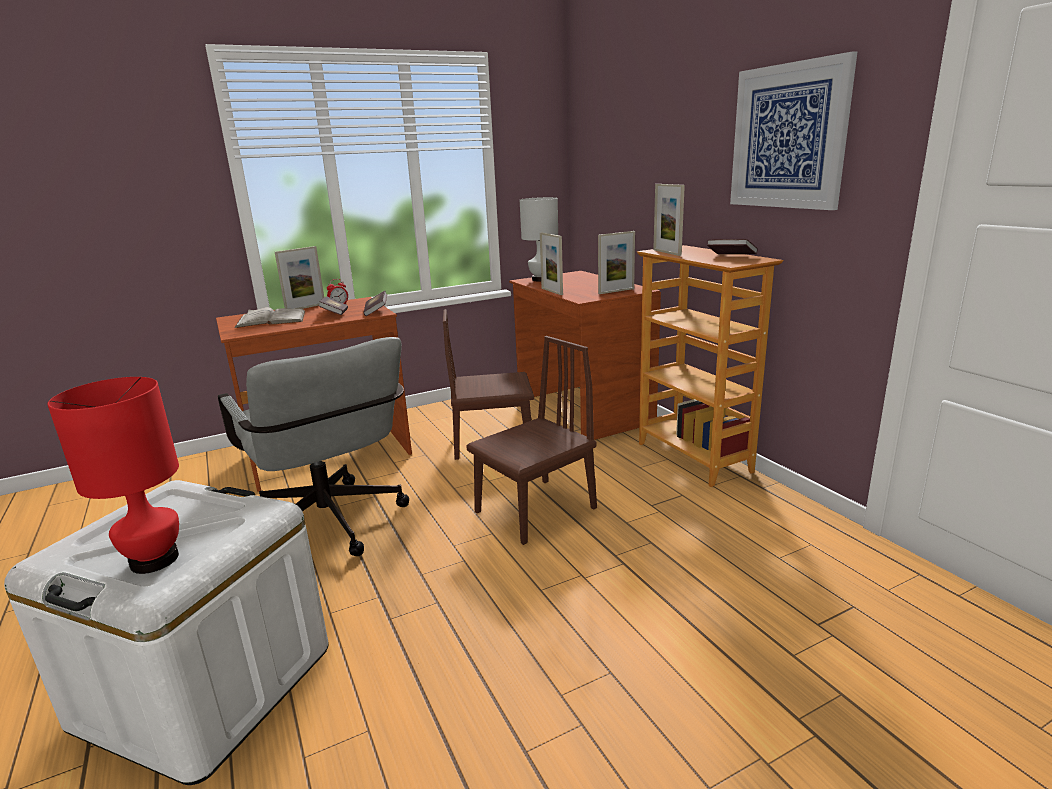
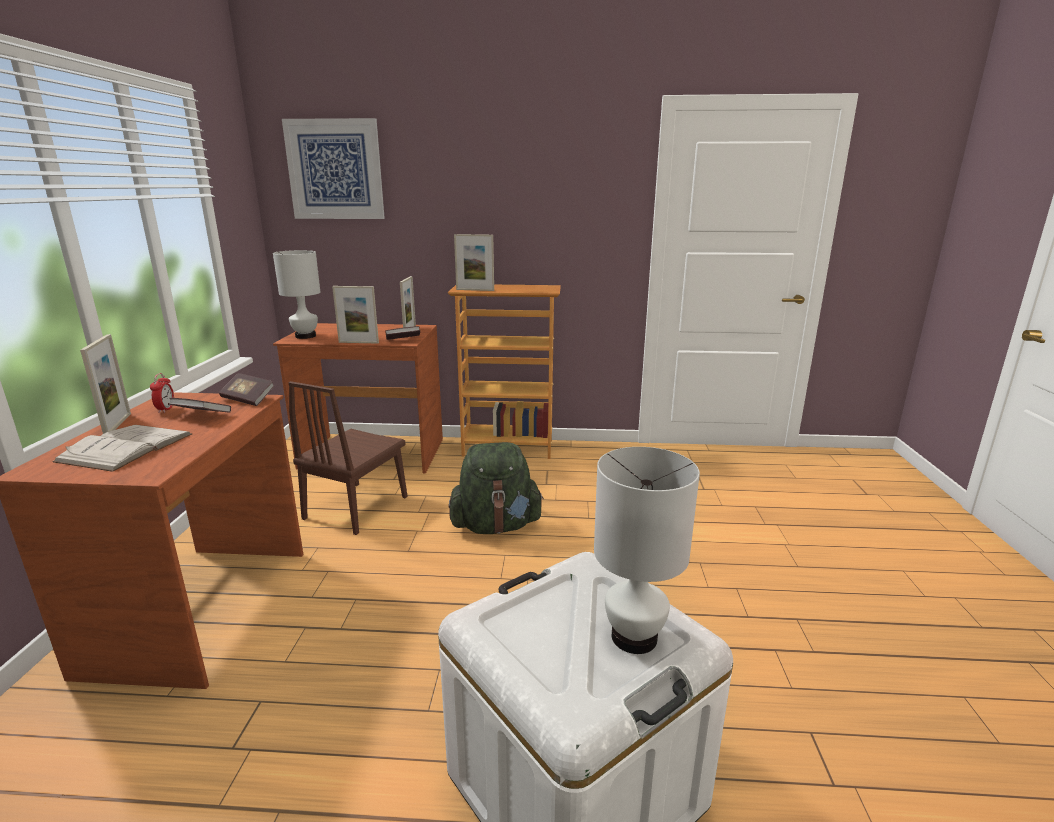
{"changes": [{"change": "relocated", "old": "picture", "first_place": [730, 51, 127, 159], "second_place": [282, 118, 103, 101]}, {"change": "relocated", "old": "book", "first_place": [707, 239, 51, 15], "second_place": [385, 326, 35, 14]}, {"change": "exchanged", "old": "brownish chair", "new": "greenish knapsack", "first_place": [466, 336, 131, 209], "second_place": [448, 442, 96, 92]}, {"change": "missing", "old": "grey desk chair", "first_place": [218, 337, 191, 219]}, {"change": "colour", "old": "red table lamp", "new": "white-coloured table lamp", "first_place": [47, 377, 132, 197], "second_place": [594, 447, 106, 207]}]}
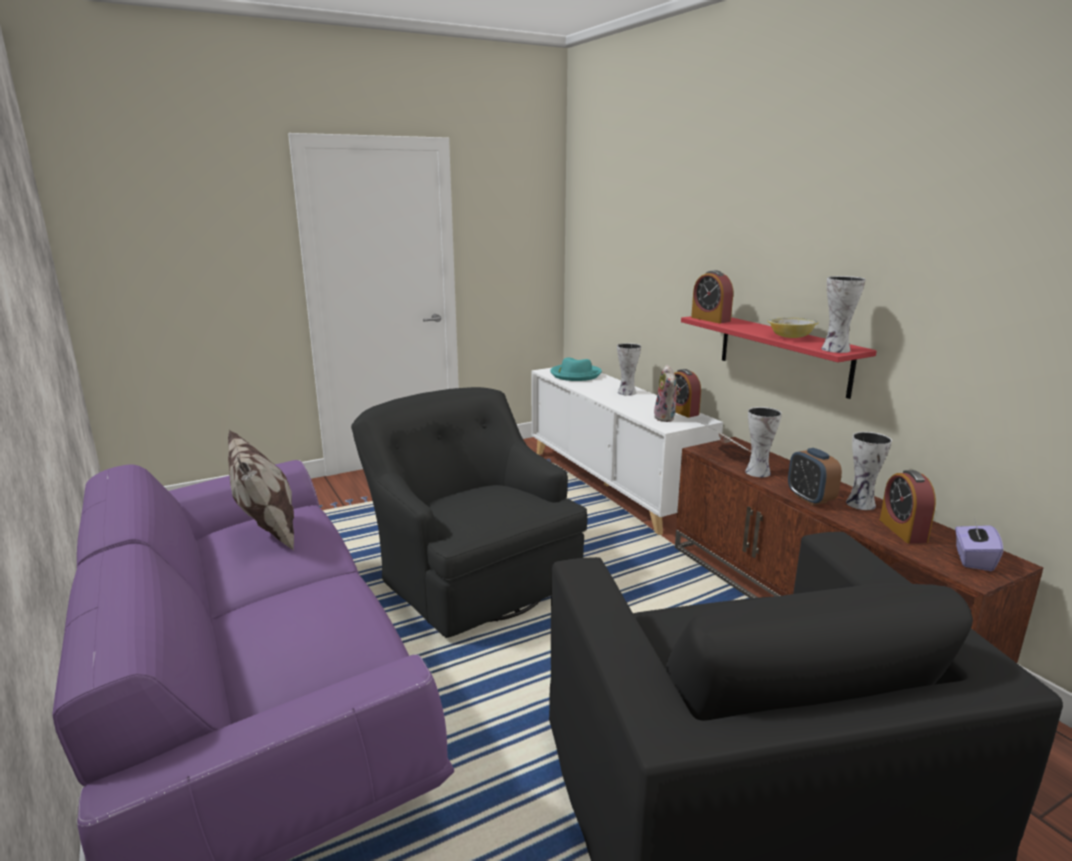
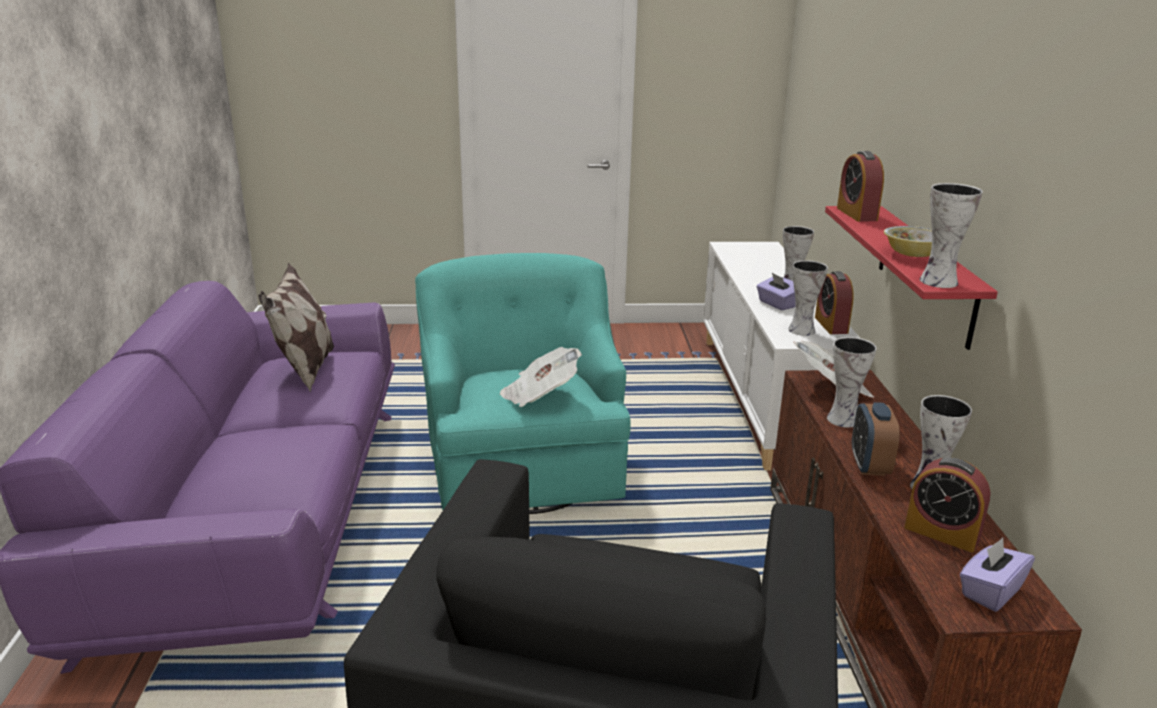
{"changes": [{"change": "missing", "old": "turquoise-coloured hat", "first_place": [550, 358, 52, 23]}, {"change": "exchanged", "old": "cuddly toy", "new": "vase", "first_place": [654, 365, 26, 57], "second_place": [788, 260, 40, 76]}, {"change": "colour", "old": "blackish lounge chair", "new": "turquoise-coloured lounge chair", "first_place": [351, 387, 236, 251], "second_place": [415, 253, 216, 261]}, {"change": "spun", "old": "bedside clock", "first_place": [880, 470, 56, 73], "second_place": [904, 457, 87, 95], "degrees": -75}, {"change": "appeared", "new": "purple-coloured tissue box", "second_place": [756, 273, 40, 37]}, {"change": "appeared", "new": "newspaper", "second_place": [500, 347, 82, 60]}]}
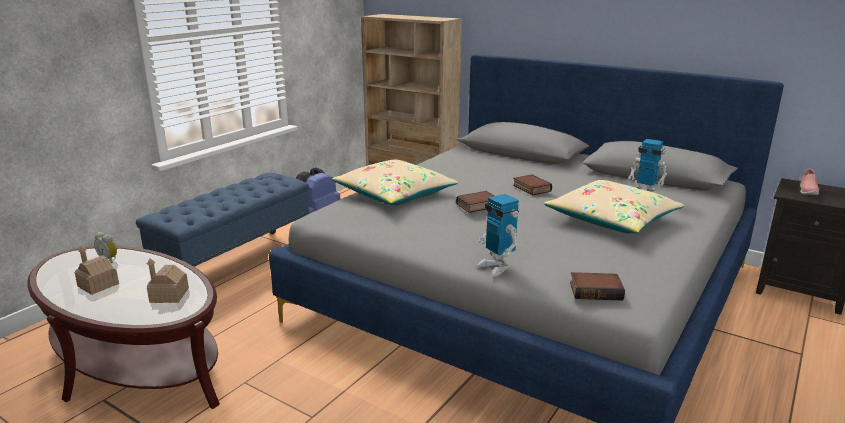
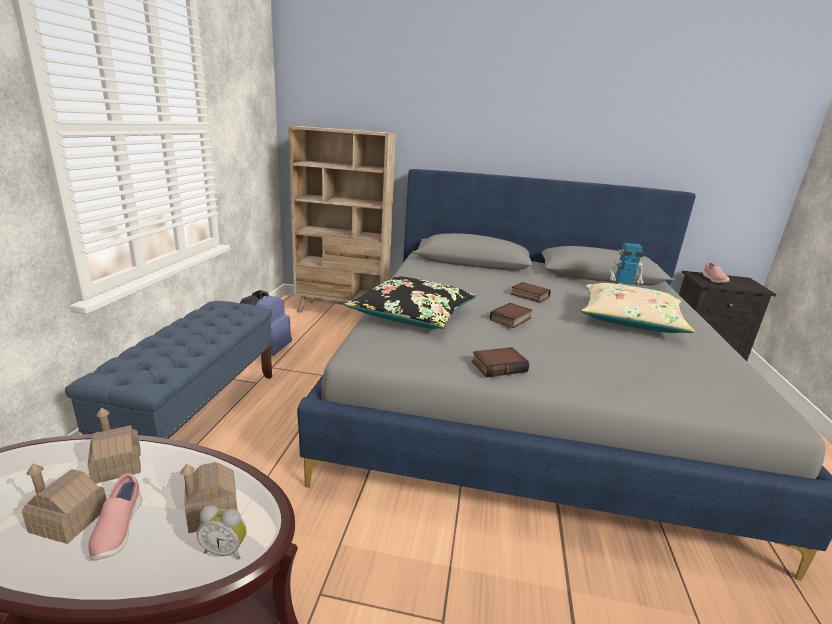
{"changes": [{"change": "colour", "old": "beige-coloured throw pillow", "new": "blackish throw pillow", "first_place": [332, 160, 126, 45], "second_place": [344, 276, 133, 53]}, {"change": "missing", "old": "model robot", "first_place": [477, 194, 42, 82]}, {"change": "relocated", "old": "bedside clock", "first_place": [94, 232, 23, 31], "second_place": [197, 505, 50, 54]}, {"change": "relocated", "old": "book", "first_place": [570, 272, 55, 29], "second_place": [472, 347, 57, 30]}, {"change": "appeared", "new": "model house", "second_place": [87, 407, 54, 77]}, {"change": "appeared", "new": "pink shoe", "second_place": [88, 473, 54, 87]}]}
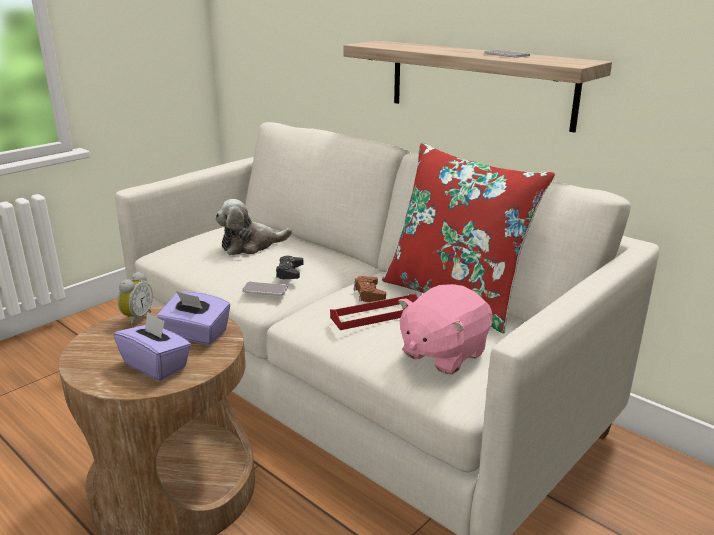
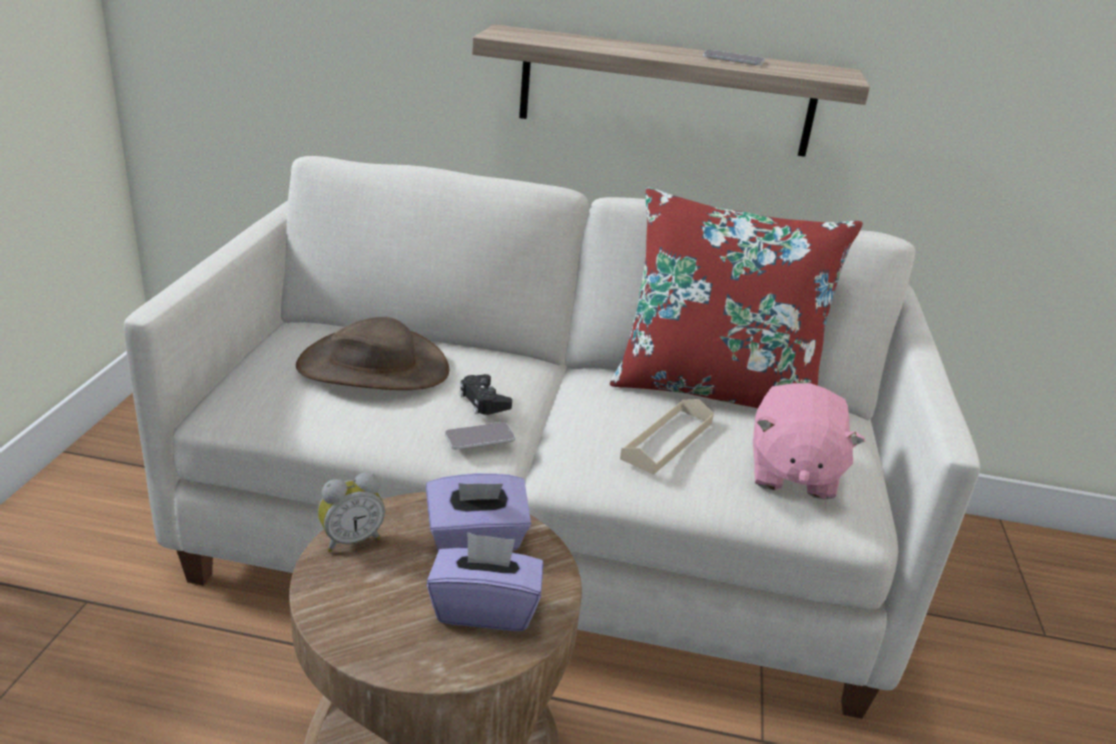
{"changes": [{"change": "exchanged", "old": "cuddly toy", "new": "brownish hat", "first_place": [215, 199, 77, 56], "second_place": [296, 317, 154, 73]}, {"change": "spun", "old": "bedside clock", "first_place": [118, 271, 35, 55], "second_place": [318, 472, 67, 80], "degrees": 75}, {"change": "missing", "old": "brownish gamepad", "first_place": [354, 276, 32, 26]}, {"change": "colour", "old": "red tray", "new": "beige-coloured tray", "first_place": [330, 294, 88, 36], "second_place": [620, 399, 94, 76]}]}
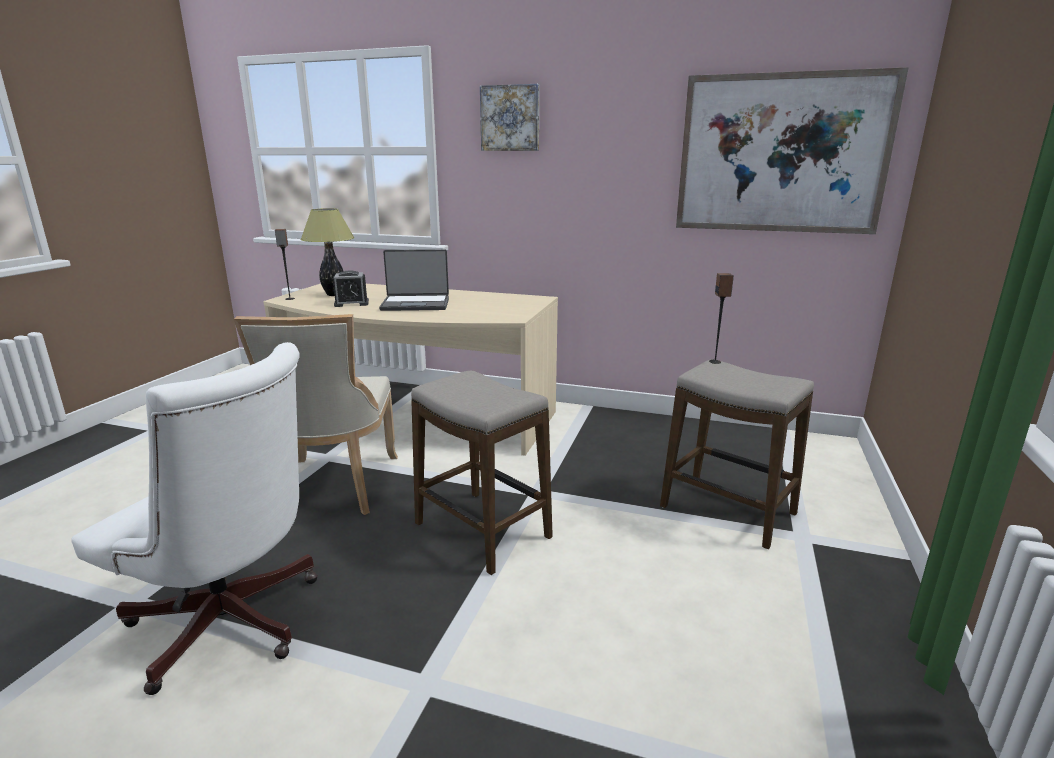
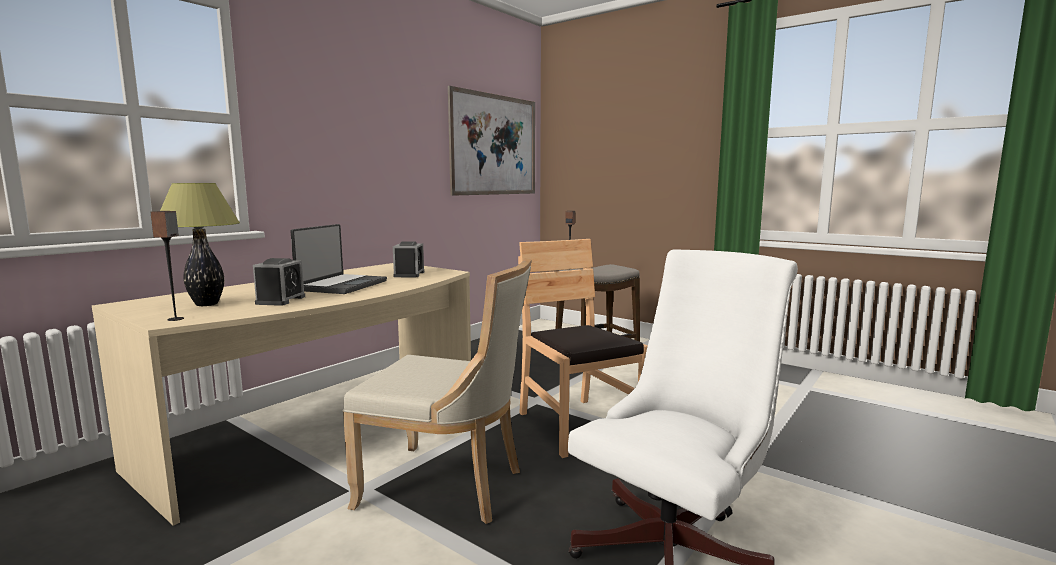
{"changes": [{"change": "missing", "old": "picture", "first_place": [480, 84, 59, 67]}, {"change": "exchanged", "old": "sitting stool", "new": "brownish chair", "first_place": [411, 371, 142, 204], "second_place": [518, 239, 130, 219]}, {"change": "appeared", "new": "bedside clock", "second_place": [393, 242, 31, 35]}]}
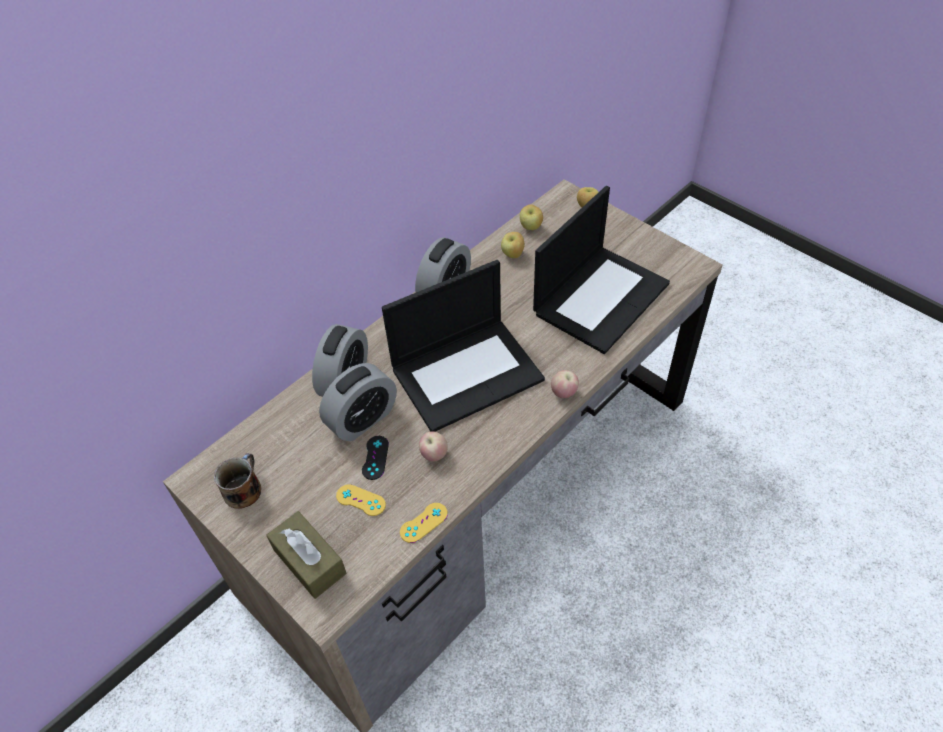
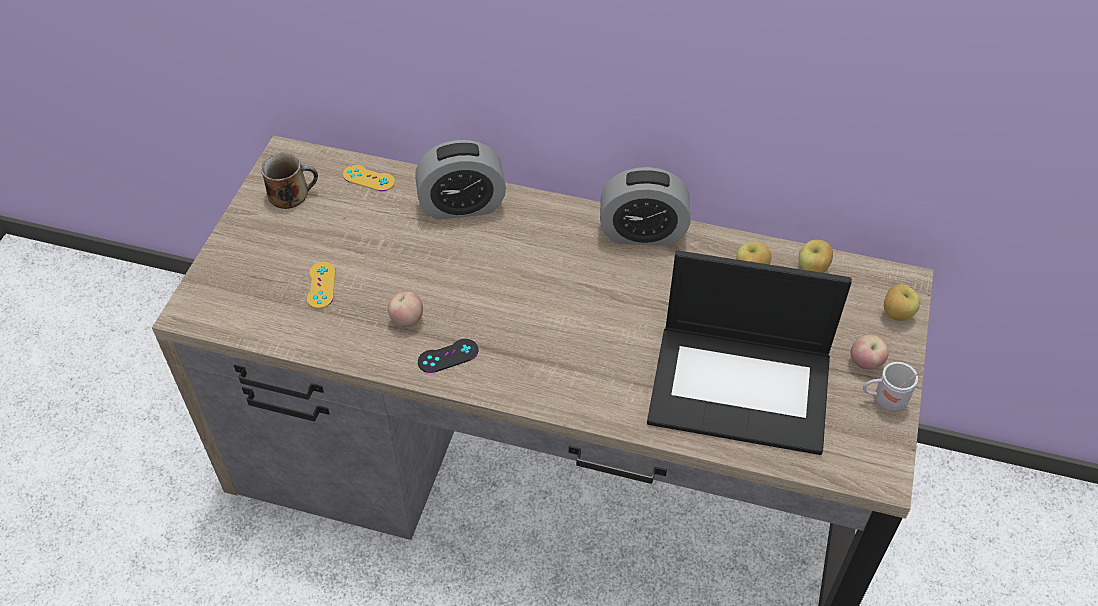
{"changes": [{"change": "missing", "old": "notebook computer", "first_place": [382, 260, 163, 172]}, {"change": "missing", "old": "bedside clock", "first_place": [319, 363, 78, 78]}, {"change": "relocated", "old": "apple", "first_place": [551, 370, 28, 28], "second_place": [851, 334, 38, 35]}, {"change": "relocated", "old": "blackish gamepad", "first_place": [362, 436, 27, 44], "second_place": [418, 339, 60, 34]}, {"change": "relocated", "old": "yellow gamepad", "first_place": [400, 503, 48, 40], "second_place": [343, 165, 52, 26]}, {"change": "missing", "old": "brownish tissue box", "first_place": [266, 511, 80, 88]}, {"change": "appeared", "new": "white-coloured coffee mug", "second_place": [863, 362, 62, 50]}]}
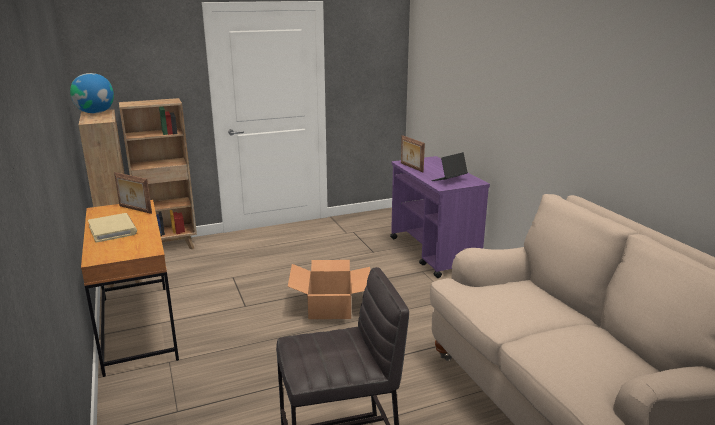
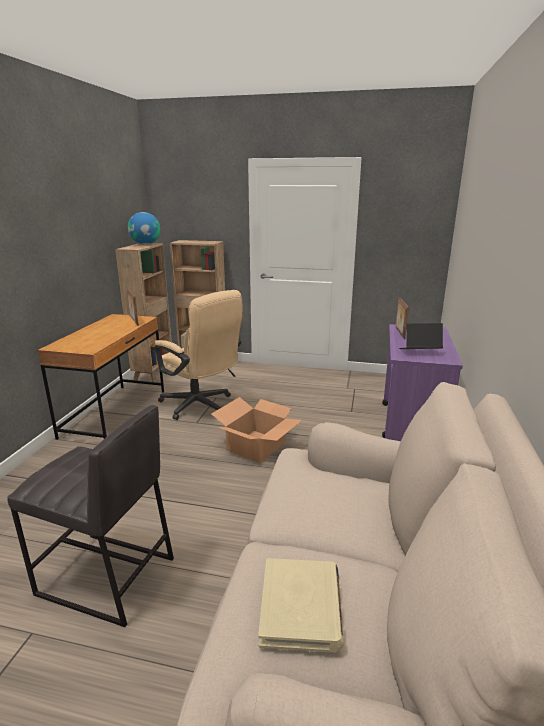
{"changes": [{"change": "relocated", "old": "beige-coloured book", "first_place": [88, 213, 49, 30], "second_place": [258, 558, 86, 95]}, {"change": "appeared", "new": "beige-coloured desk chair", "second_place": [155, 290, 87, 130]}]}
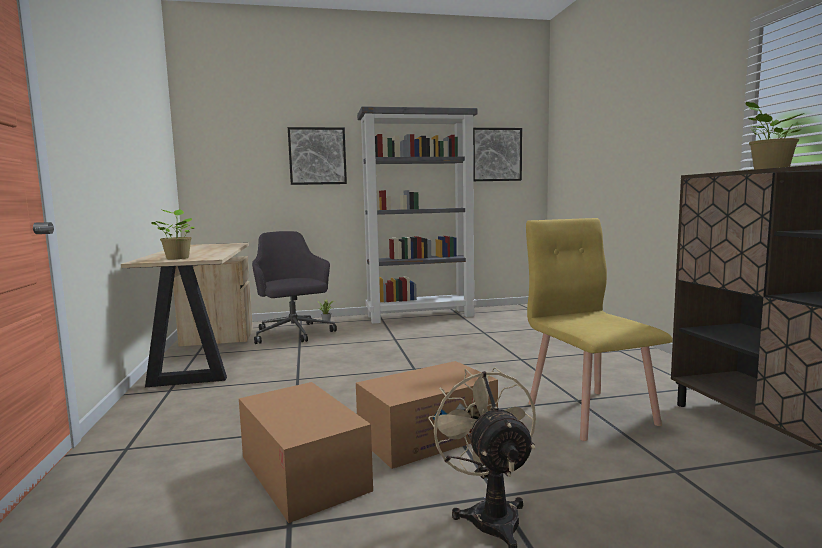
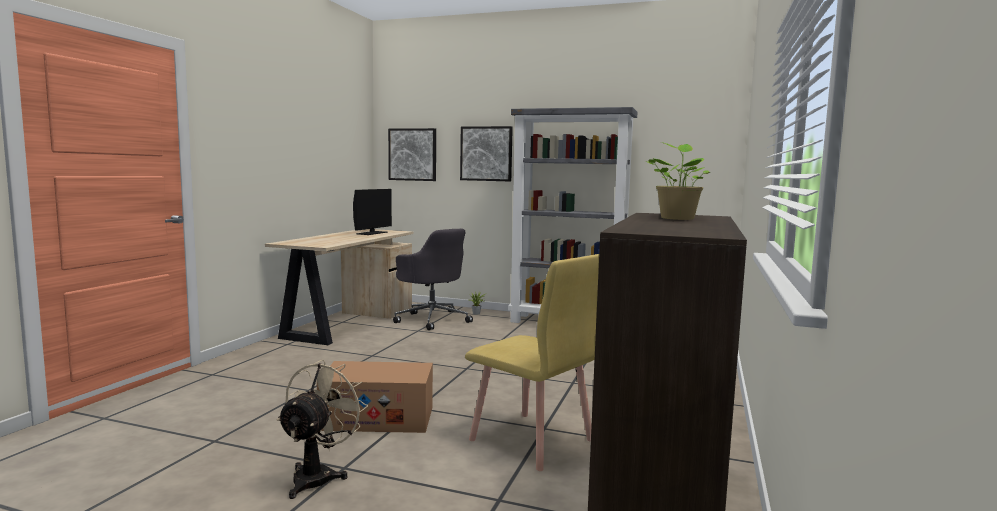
{"changes": [{"change": "relocated", "old": "picture", "first_place": [473, 128, 49, 53], "second_place": [388, 128, 48, 53]}, {"change": "missing", "old": "potted plant", "first_place": [151, 209, 43, 50]}, {"change": "spun", "old": "yellow chair", "first_place": [526, 218, 147, 223], "second_place": [465, 254, 134, 217], "degrees": 120}, {"change": "spun", "old": "grey desk chair", "first_place": [252, 231, 85, 113], "second_place": [393, 229, 80, 101], "degrees": 135}, {"change": "missing", "old": "packing box", "first_place": [239, 382, 134, 141]}, {"change": "appeared", "new": "computer screen", "second_place": [353, 189, 39, 46]}]}
